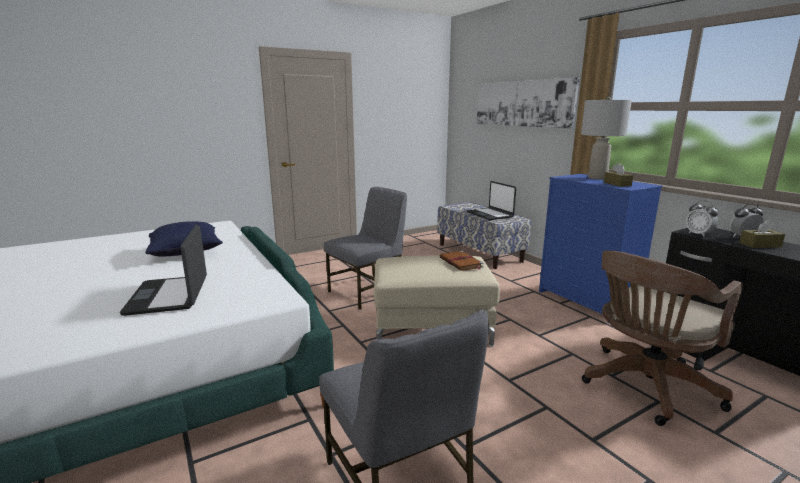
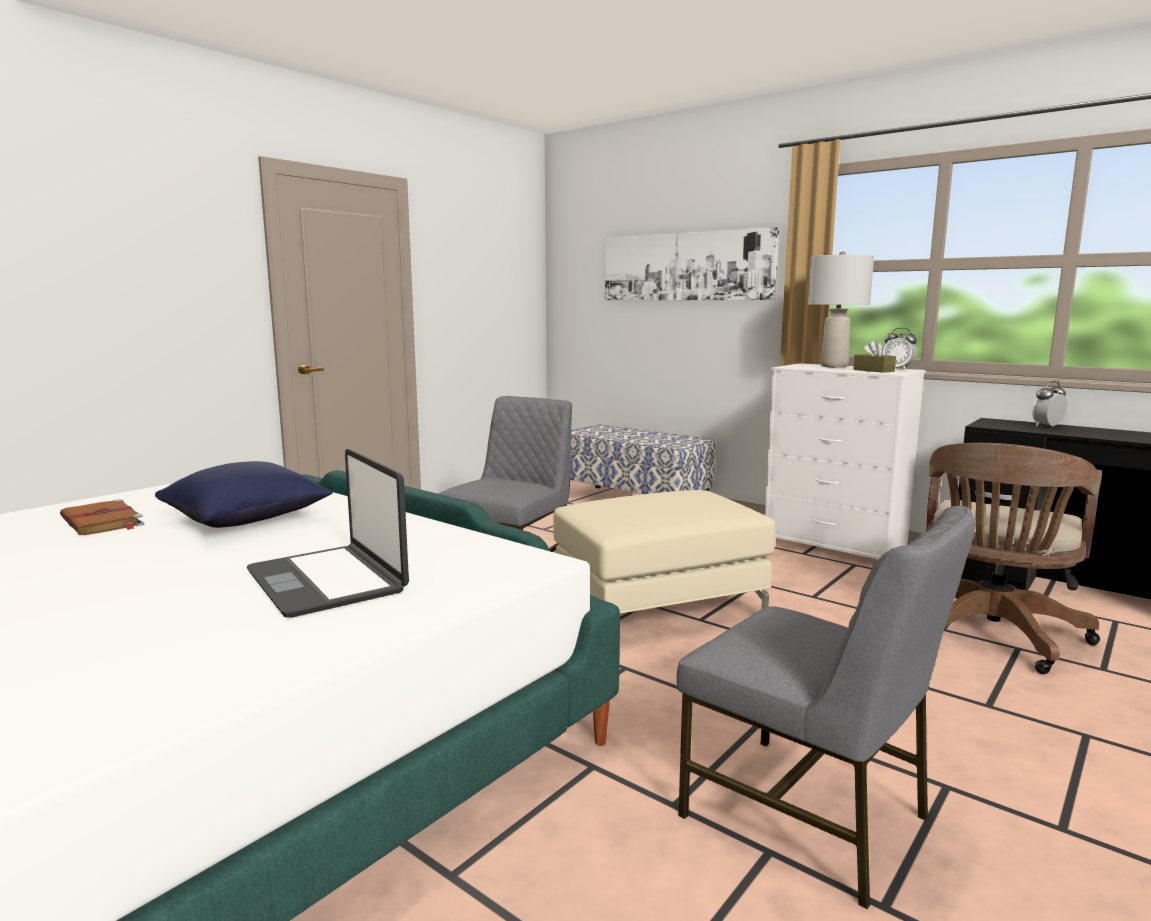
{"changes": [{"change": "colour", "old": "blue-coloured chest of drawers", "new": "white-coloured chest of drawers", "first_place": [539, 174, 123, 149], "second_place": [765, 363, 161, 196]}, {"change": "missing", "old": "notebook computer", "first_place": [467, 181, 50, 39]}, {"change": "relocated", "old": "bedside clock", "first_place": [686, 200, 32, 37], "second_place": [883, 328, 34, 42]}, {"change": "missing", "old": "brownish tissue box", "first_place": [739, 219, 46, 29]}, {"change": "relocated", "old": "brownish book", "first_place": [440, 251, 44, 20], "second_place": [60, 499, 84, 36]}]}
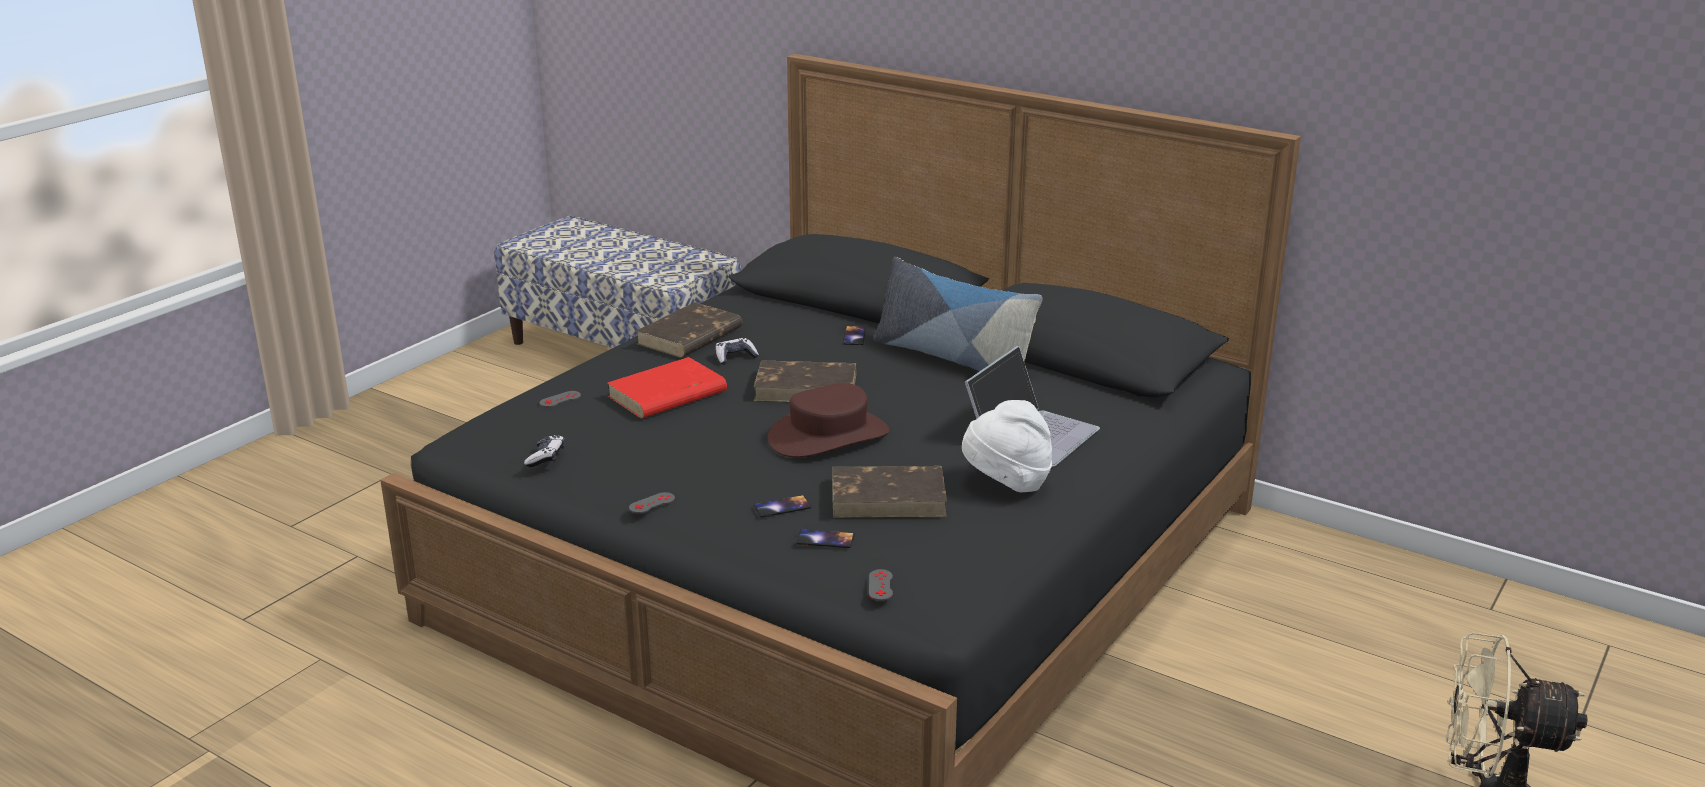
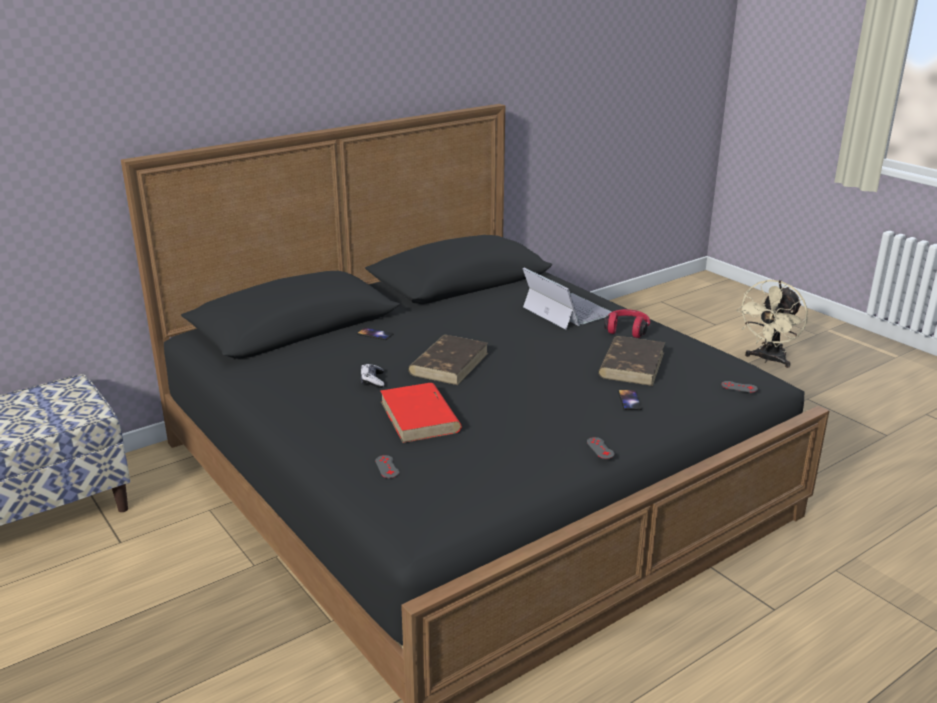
{"changes": [{"change": "missing", "old": "throw pillow", "first_place": [873, 257, 169, 114]}, {"change": "missing", "old": "brownish book", "first_place": [636, 302, 107, 56]}, {"change": "missing", "old": "brownish hat", "first_place": [768, 383, 121, 74]}, {"change": "exchanged", "old": "white-coloured hat", "new": "red pair of headphones", "first_place": [962, 400, 90, 92], "second_place": [604, 309, 46, 29]}, {"change": "missing", "old": "gamepad", "first_place": [524, 435, 41, 32]}, {"change": "missing", "old": "phone", "first_place": [796, 529, 59, 19]}]}
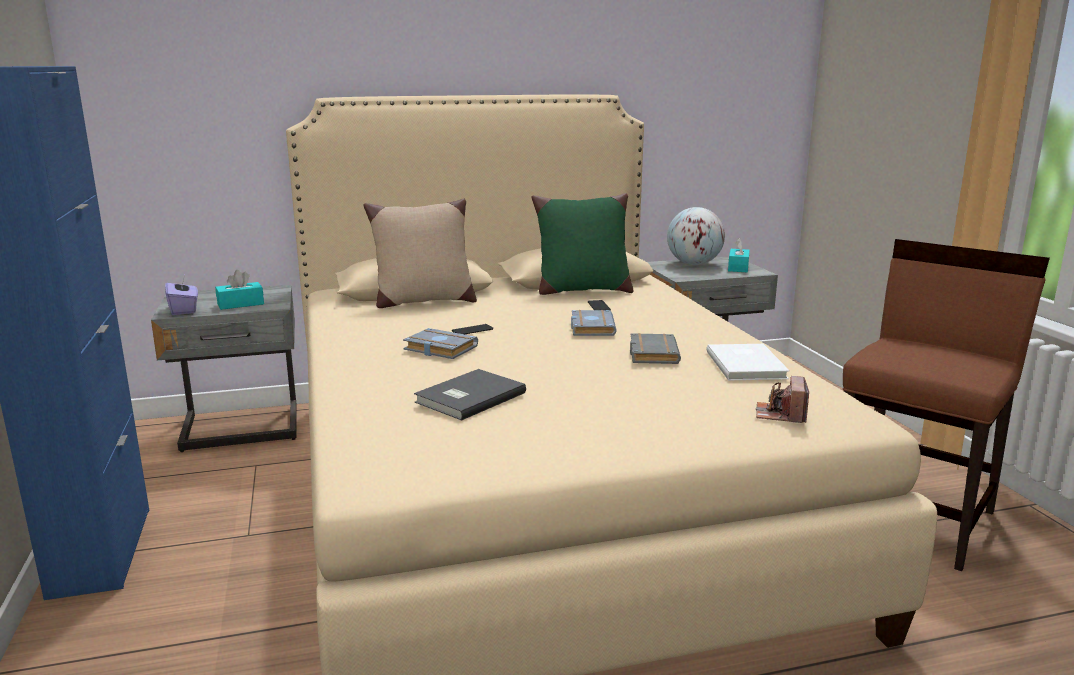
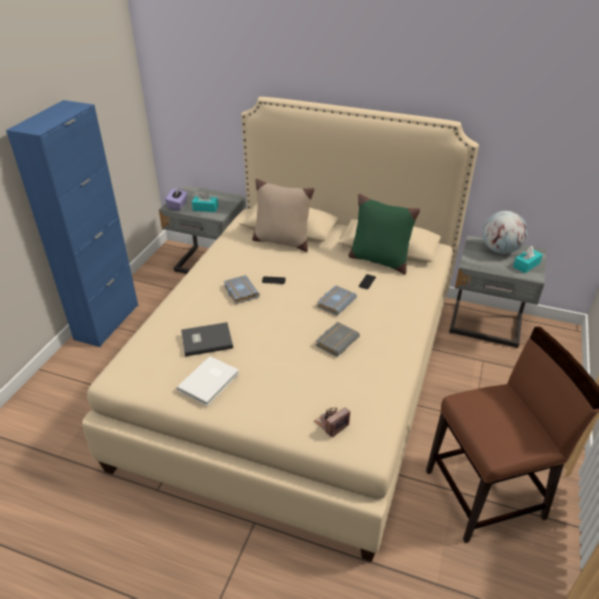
{"changes": [{"change": "relocated", "old": "white-coloured book", "first_place": [706, 344, 84, 36], "second_place": [177, 356, 62, 50]}]}
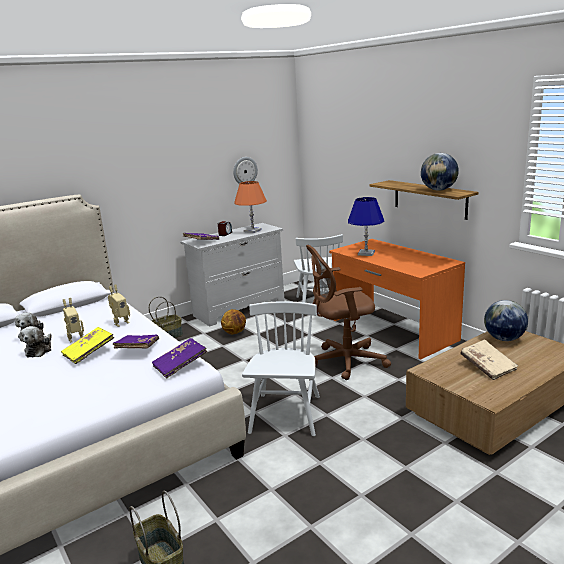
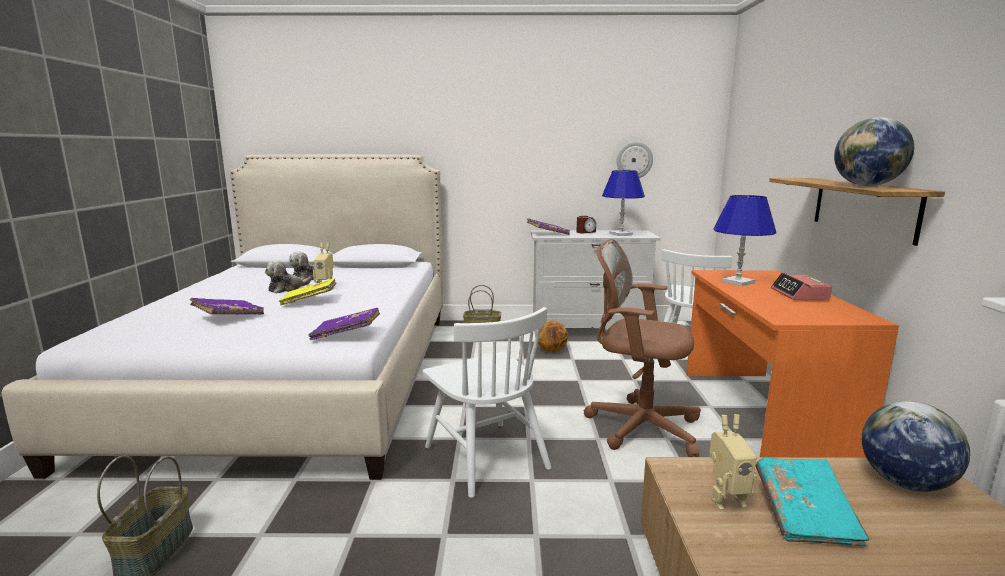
{"changes": [{"change": "colour", "old": "orange table lamp", "new": "blue-coloured table lamp", "first_place": [234, 181, 33, 52], "second_place": [602, 170, 43, 66]}, {"change": "relocated", "old": "model robot", "first_place": [108, 284, 22, 43], "second_place": [710, 414, 47, 97]}, {"change": "spun", "old": "white-coloured chair", "first_place": [242, 301, 78, 135], "second_place": [423, 307, 129, 191], "degrees": 105}, {"change": "relocated", "old": "purple-coloured book", "first_place": [113, 335, 46, 13], "second_place": [190, 298, 74, 17]}, {"change": "colour", "old": "beige-coloured book", "new": "turquoise-coloured book", "first_place": [460, 339, 58, 41], "second_place": [756, 458, 113, 88]}, {"change": "appeared", "new": "bedside clock", "second_place": [771, 272, 61, 28]}]}
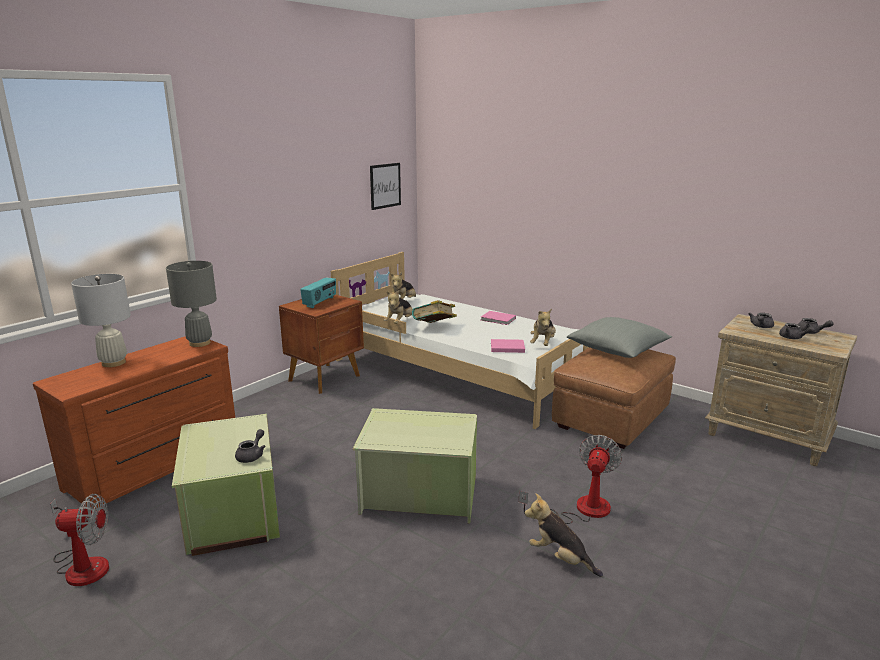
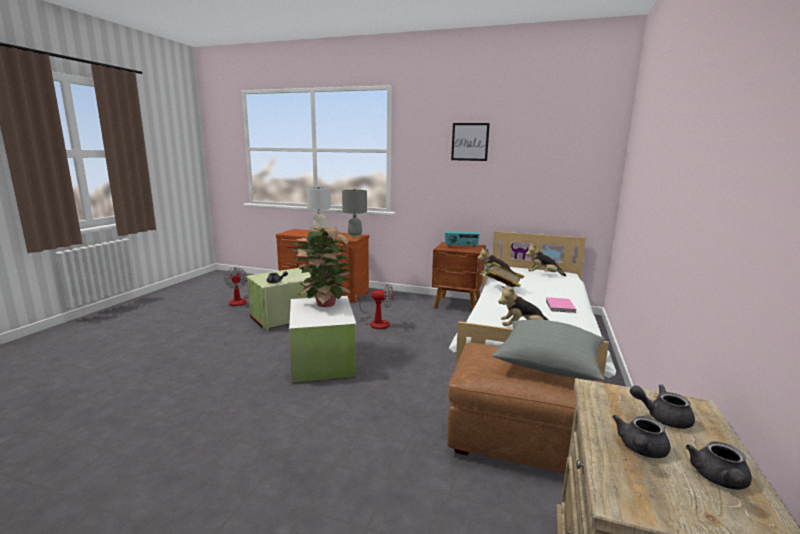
{"changes": [{"change": "relocated", "old": "picture", "first_place": [370, 163, 31, 47], "second_place": [451, 123, 39, 38]}, {"change": "missing", "old": "pink book", "first_place": [491, 339, 34, 14]}, {"change": "colour", "old": "greenish storage bin", "new": "white-coloured storage bin", "first_place": [353, 408, 124, 115], "second_place": [289, 296, 67, 87]}, {"change": "relocated", "old": "fan", "first_place": [519, 435, 103, 89], "second_place": [356, 283, 37, 46]}, {"change": "missing", "old": "cuddly toy", "first_place": [525, 493, 78, 84]}, {"change": "appeared", "new": "potted plant", "second_place": [291, 226, 62, 81]}]}
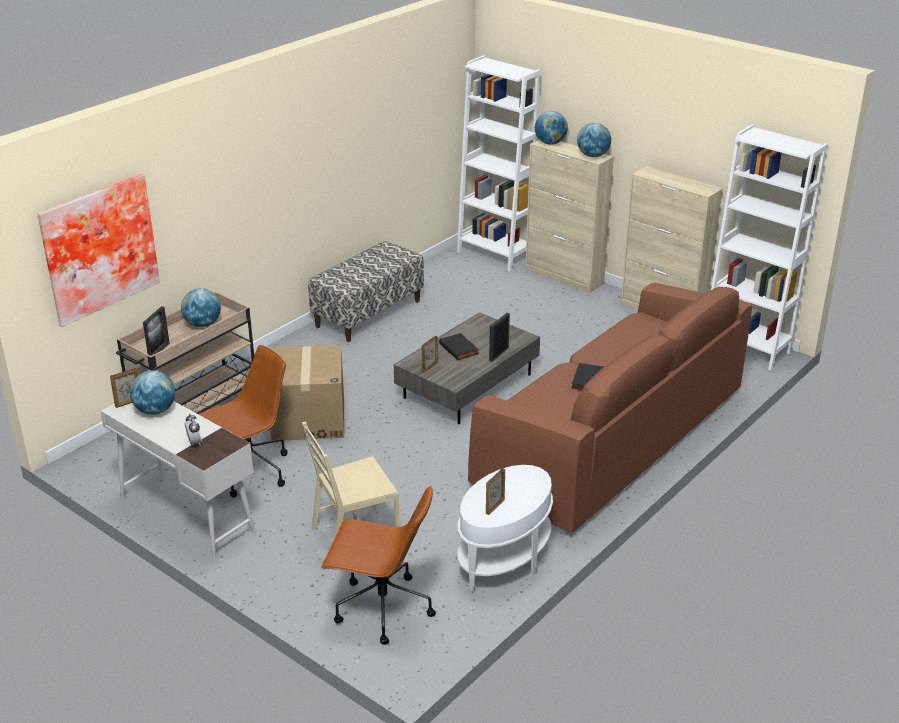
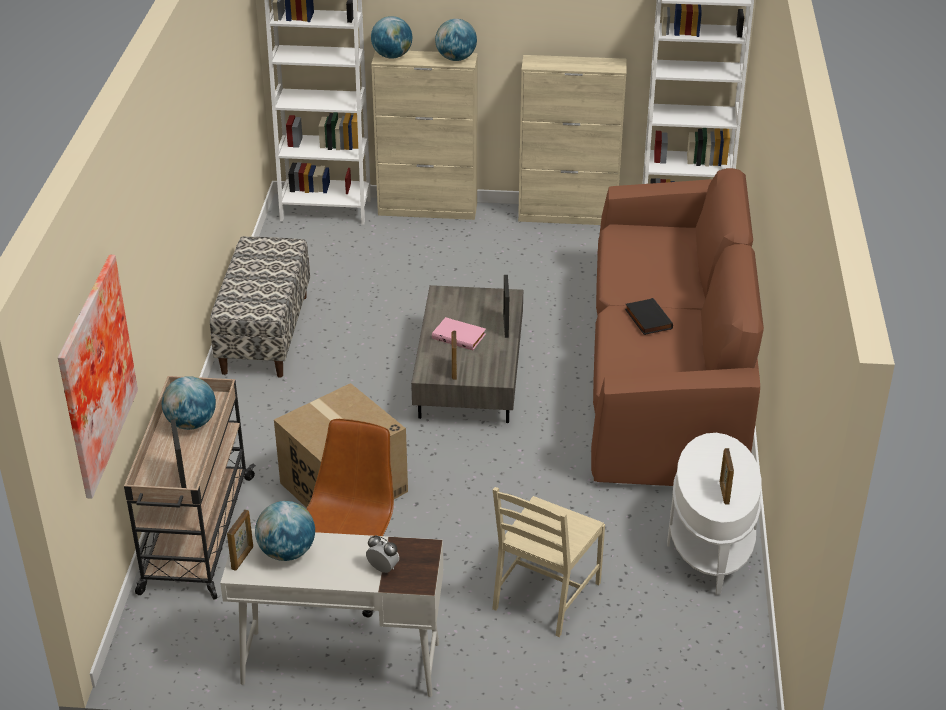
{"changes": [{"change": "colour", "old": "blackish book", "new": "pink book", "first_place": [439, 333, 40, 27], "second_place": [432, 317, 54, 33]}, {"change": "missing", "old": "brownish desk chair", "first_place": [321, 486, 115, 159]}]}
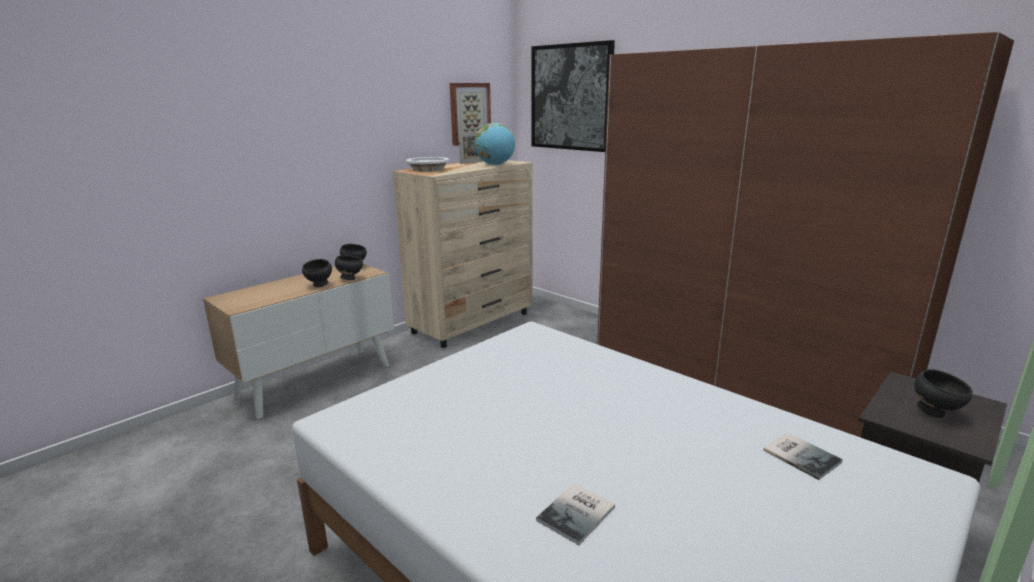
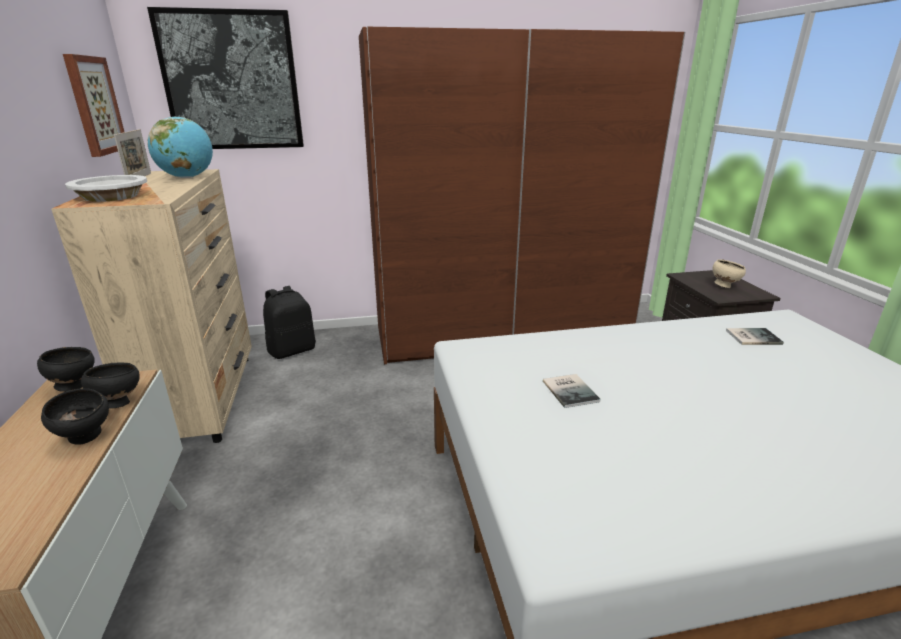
{"changes": [{"change": "colour", "old": "blackish serving bowl", "new": "beige-coloured serving bowl", "first_place": [914, 369, 58, 49], "second_place": [713, 259, 33, 29]}, {"change": "relocated", "old": "book", "first_place": [536, 483, 79, 62], "second_place": [543, 374, 58, 34]}, {"change": "appeared", "new": "blackish knapsack", "second_place": [263, 286, 53, 73]}]}
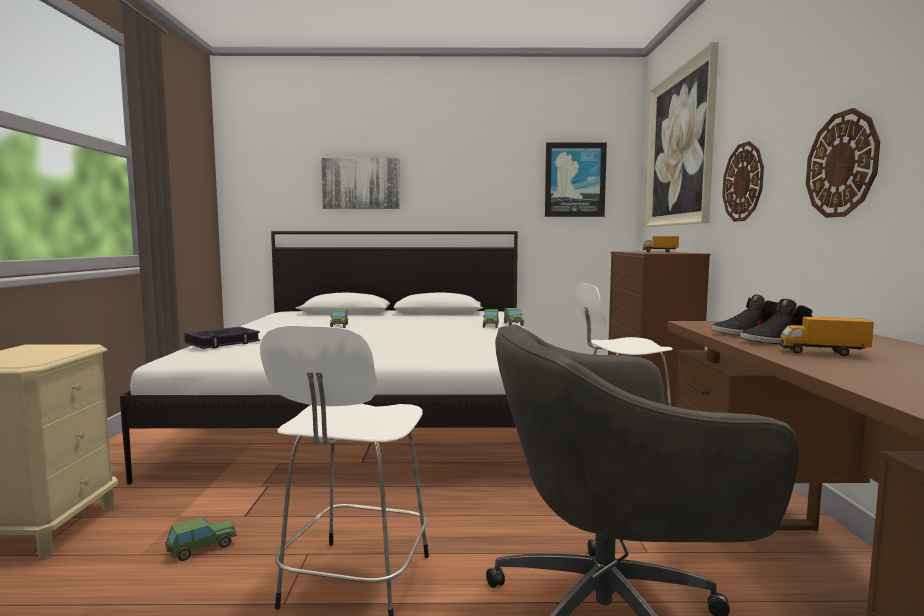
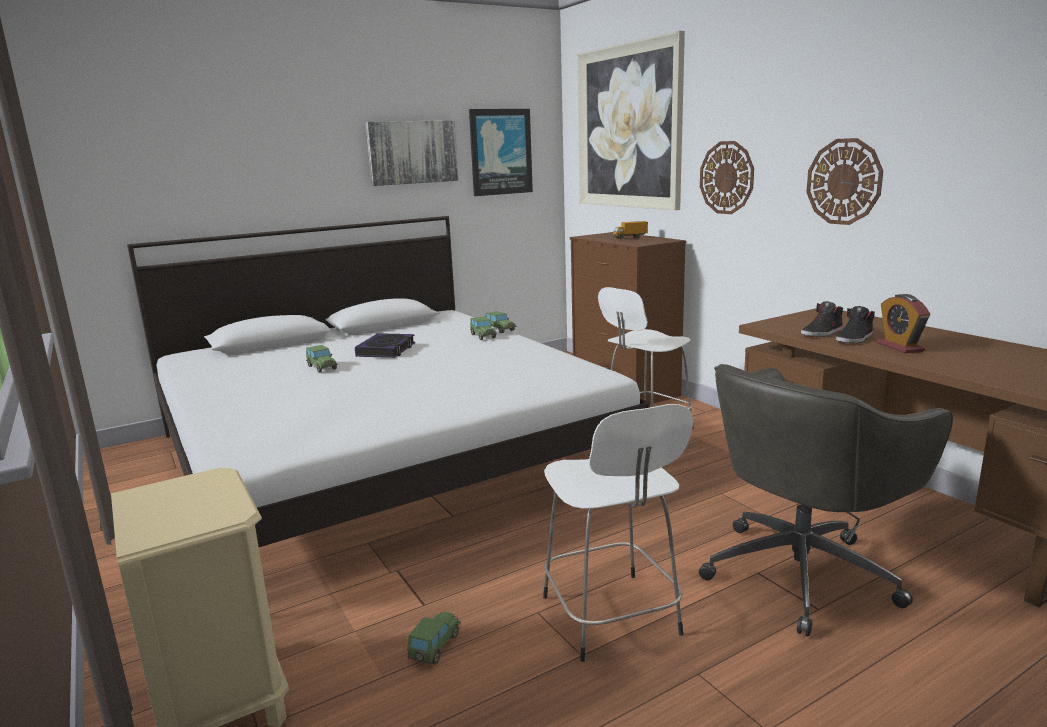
{"changes": [{"change": "relocated", "old": "picture", "first_place": [321, 158, 79, 51], "second_place": [366, 120, 92, 66]}, {"change": "exchanged", "old": "model truck", "new": "bedside clock", "first_place": [779, 316, 95, 40], "second_place": [877, 294, 53, 59]}, {"change": "relocated", "old": "book", "first_place": [184, 327, 76, 22], "second_place": [355, 333, 60, 25]}]}
